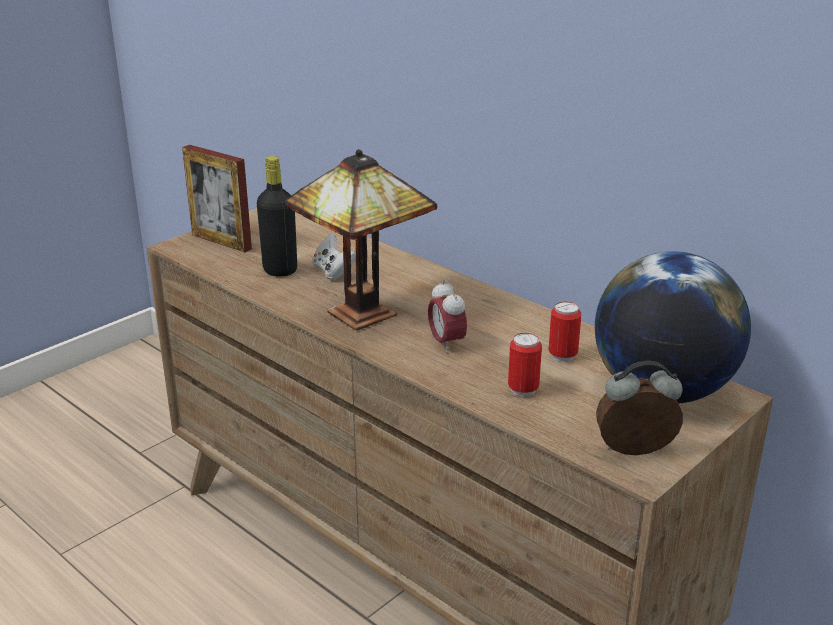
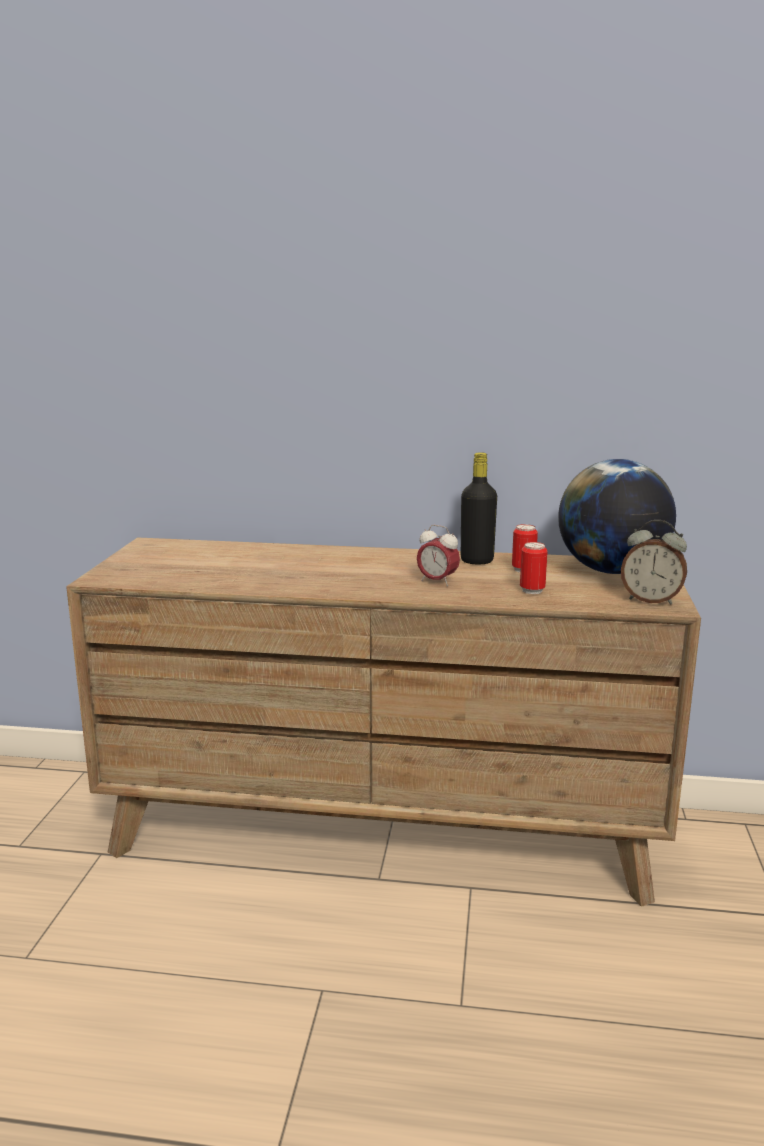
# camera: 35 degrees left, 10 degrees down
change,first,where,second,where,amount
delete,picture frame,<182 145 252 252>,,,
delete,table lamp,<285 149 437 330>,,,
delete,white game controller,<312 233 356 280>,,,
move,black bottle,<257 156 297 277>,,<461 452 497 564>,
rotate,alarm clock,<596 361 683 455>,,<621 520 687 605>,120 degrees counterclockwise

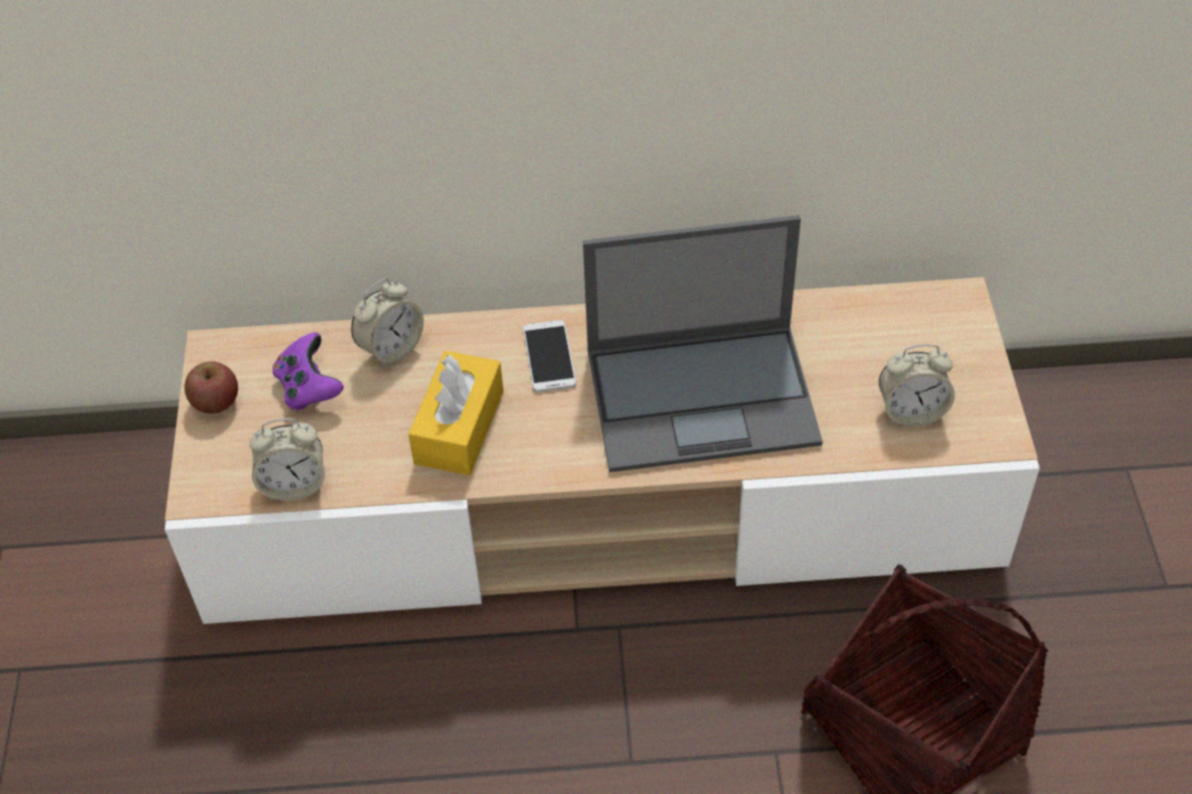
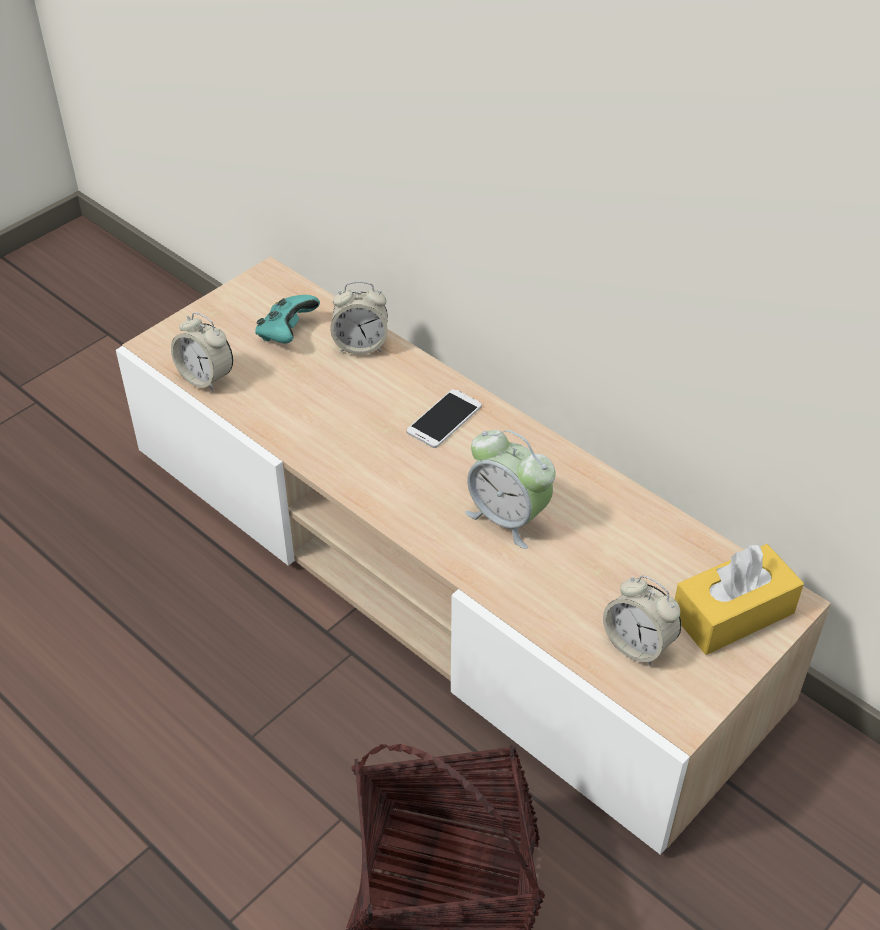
# camera: 45 degrees right, 5 degrees down
change,first,where,second,where,amount
delete,apple,<185 362 238 414>,,,
move,yellow tissue box,<408 351 504 476>,,<675 543 804 655>,
replace,laptop,<583 215 823 472>,alarm clock,<465 430 556 549>,
recolor,purple game controller,<273 333 344 411>,turquoise game controller,<255 295 320 343>,

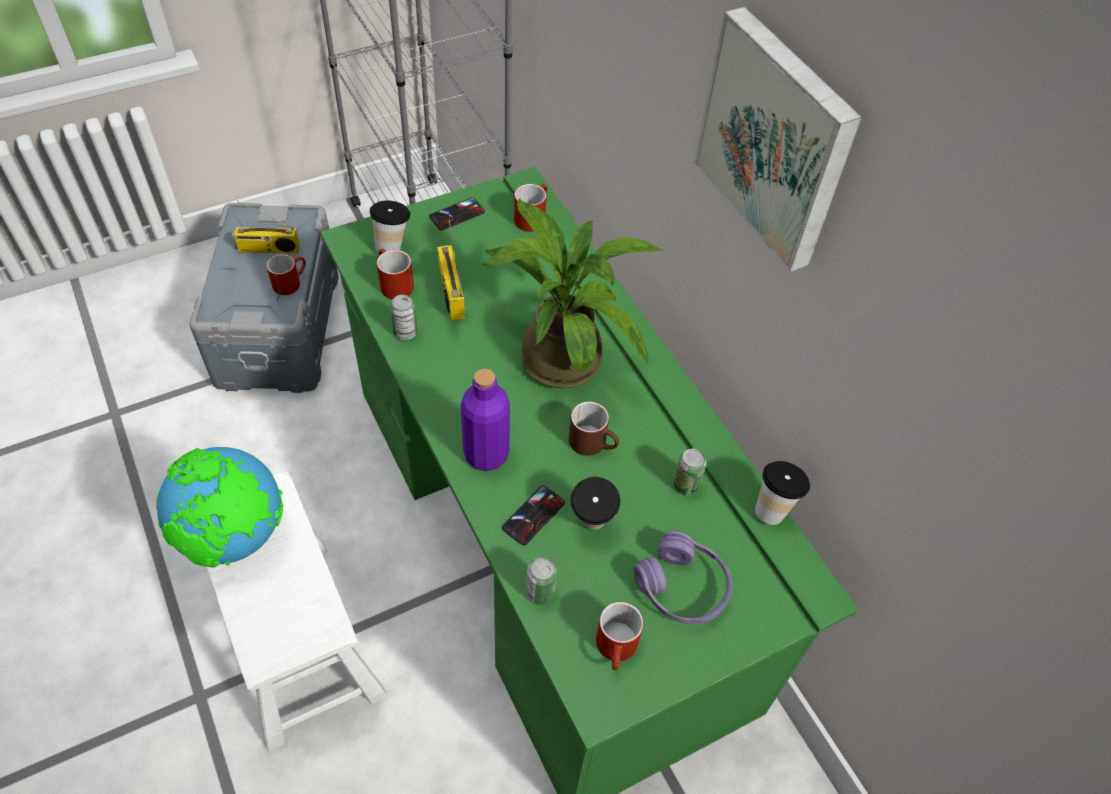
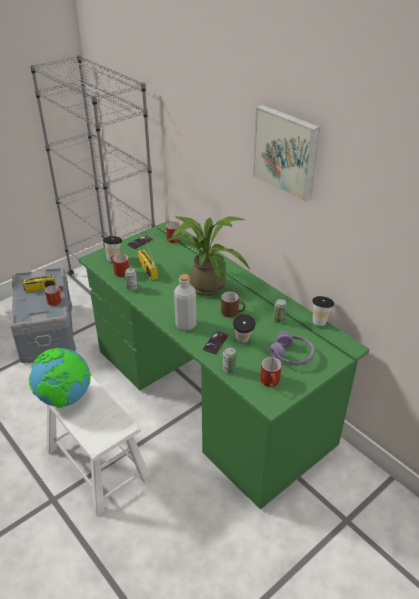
# camera: 10 degrees left, 15 degrees down
change,first,where,second,where,amount
recolor,purple bottle,<461 368 510 471>,grey bottle,<174 274 196 331>,

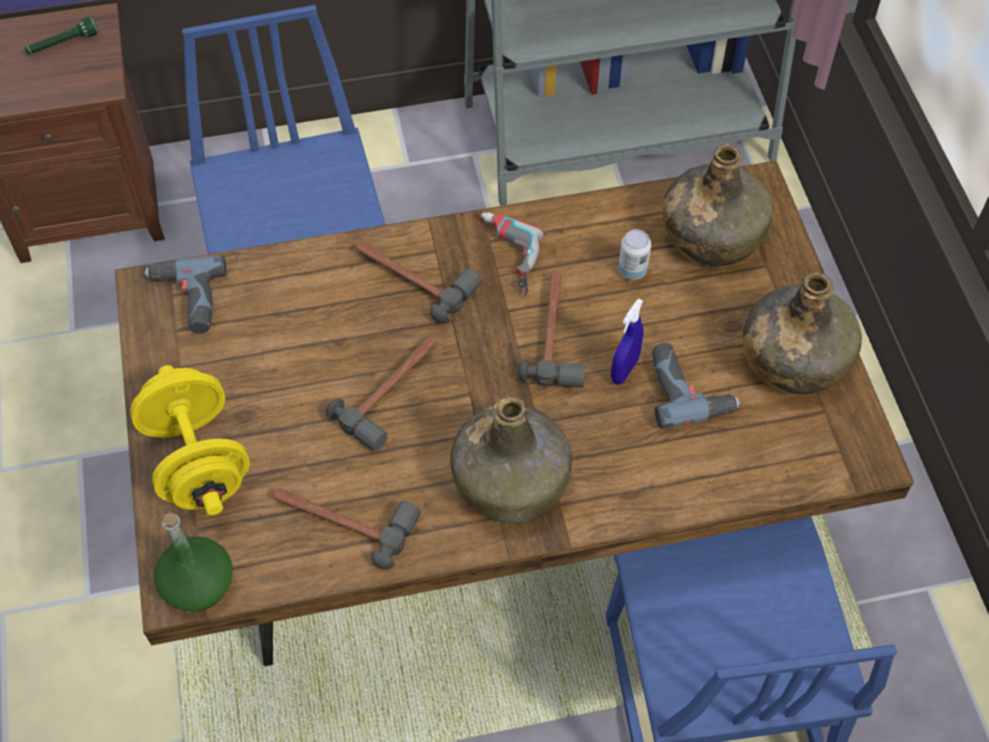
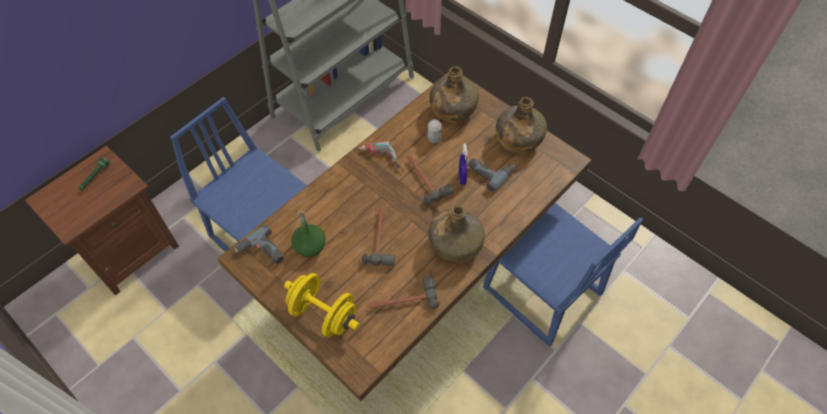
# camera: 35 degrees left, 0 degrees up
change,first,where,second,where,amount
delete,hammer,<356 241 481 323>,,,
move,green bottle,<154 513 233 611>,,<291 209 326 257>,

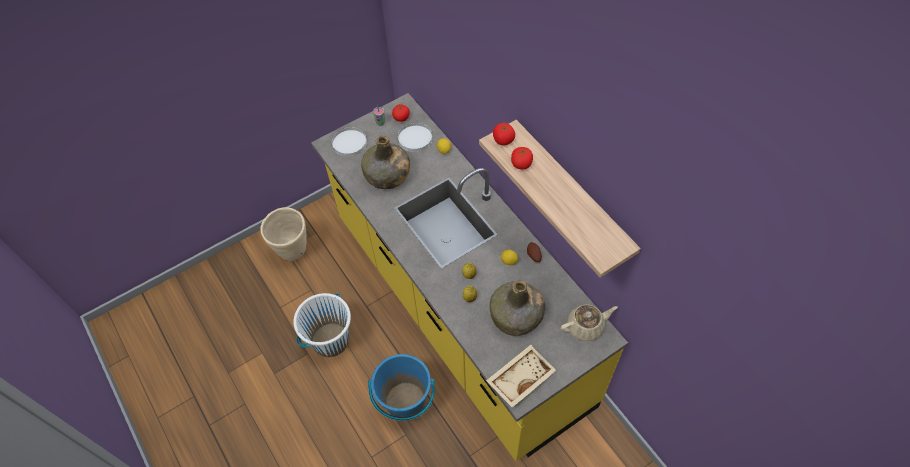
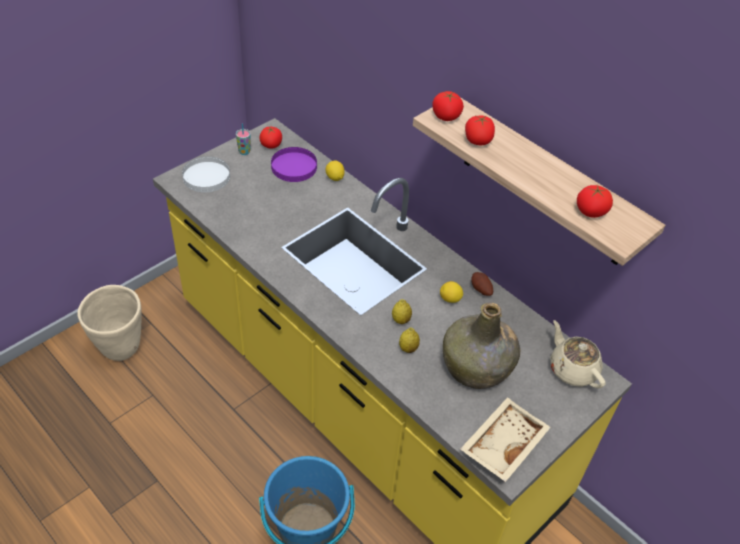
# camera: 15 degrees left, 10 degrees down
change,first,where,second,where,amount
delete,white bucket,<294 293 351 357>,,,
delete,green bottle,<361 136 410 189>,,,
insert,,,tomato,<577 185 613 218>,
recolor,white plate,<398 122 433 152>,purple plate,<271 147 317 182>,
rotate,beige teapot,<561 304 618 341>,,<550 320 605 389>,90 degrees counterclockwise

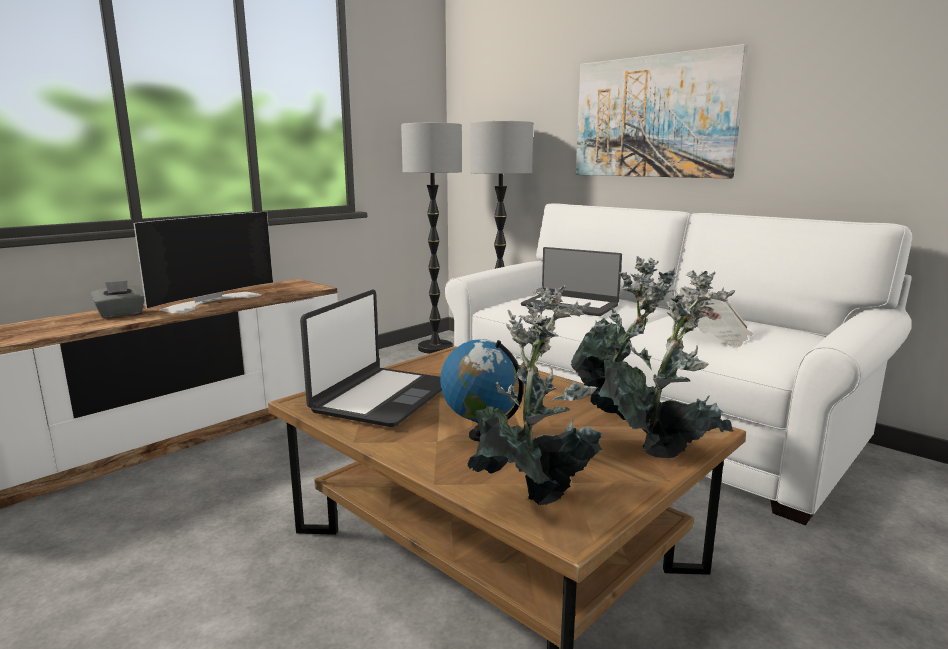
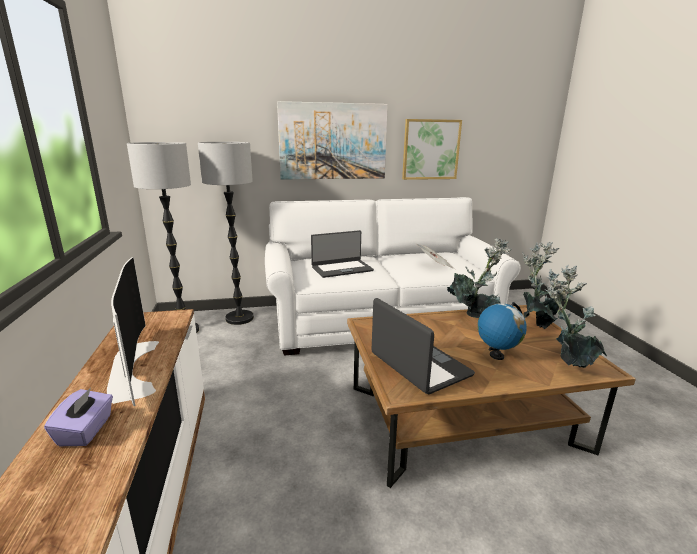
# camera: 55 degrees left, 5 degrees up
change,first,where,second,where,amount
insert,,,picture,<402 119 462 180>,
recolor,grey tissue box,<91 281 145 318>,purple tissue box,<44 387 113 446>,

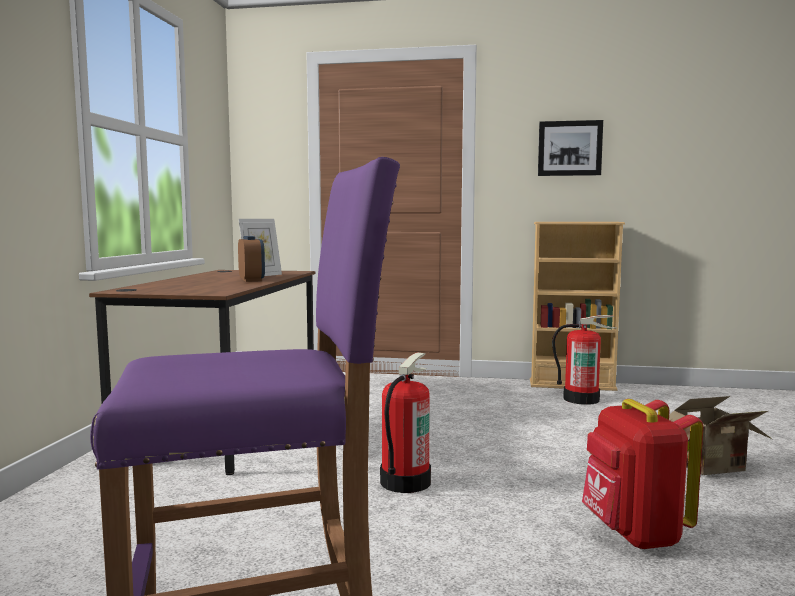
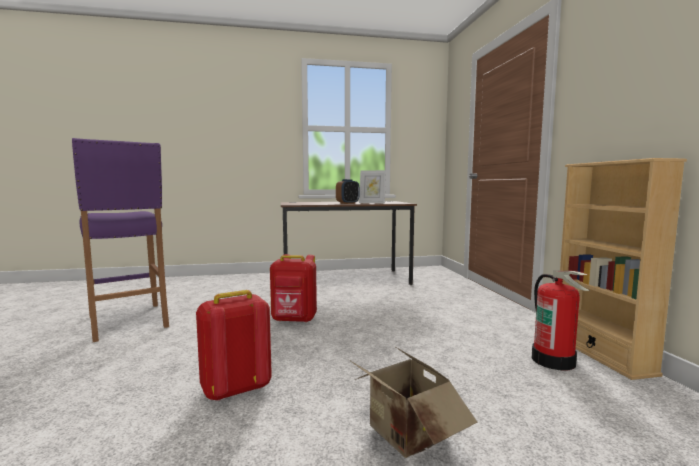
# camera: 70 degrees right, 0 degrees up
change,first,where,second,where,amount
delete,picture,<538 120 603 176>,,,
replace,fire extinguisher,<380 353 431 493>,red backpack,<270 254 317 323>,

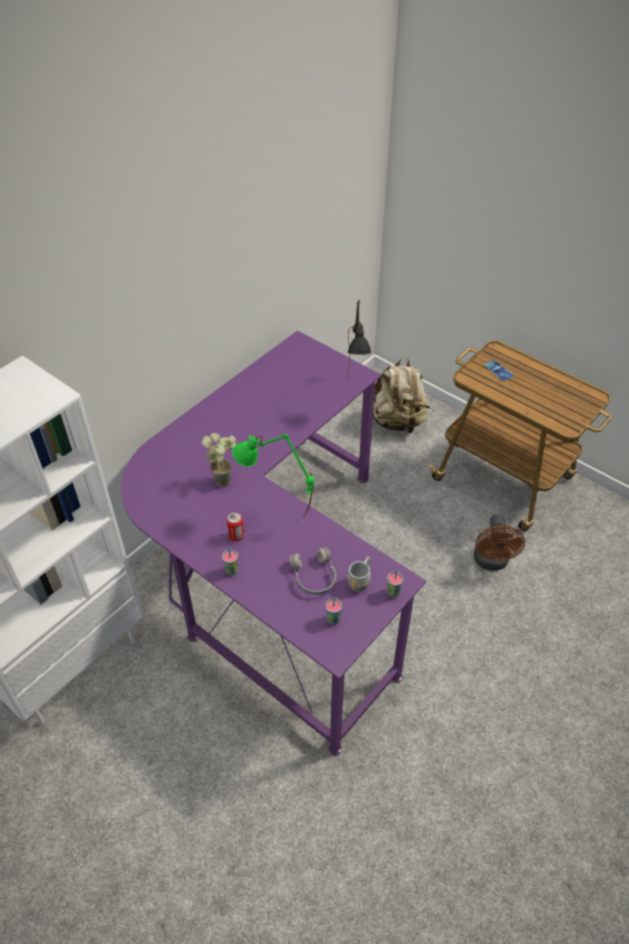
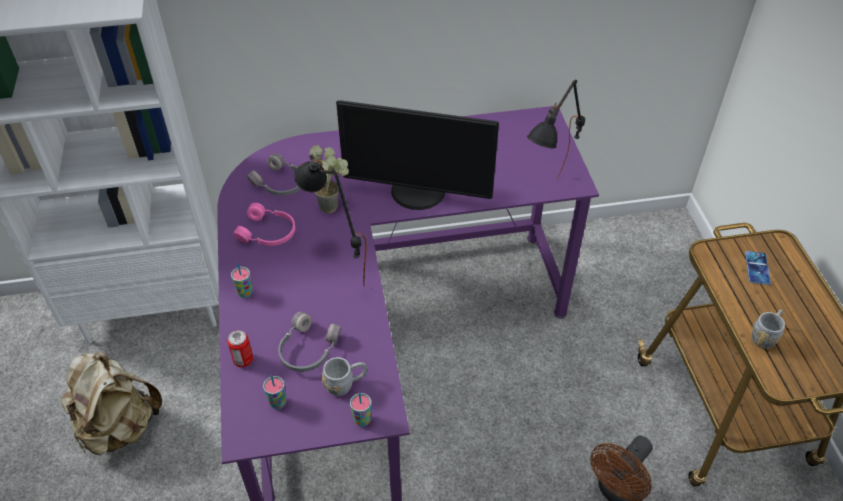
# camera: 40 degrees right, 0 degrees up
change,first,where,second,where,amount
insert,,,pink headphones,<233 203 295 246>,
insert,,,grey headphones,<246 153 301 196>,
insert,,,monitor,<336 100 499 210>,
insert,,,grey mug,<752 309 785 349>,
move,can,<227 512 244 541>,,<227 330 253 367>,
move,beige backpack,<373 357 430 434>,,<61 352 162 455>,
recolor,green table lamp,<232 434 314 516>,black table lamp,<294 155 367 286>,

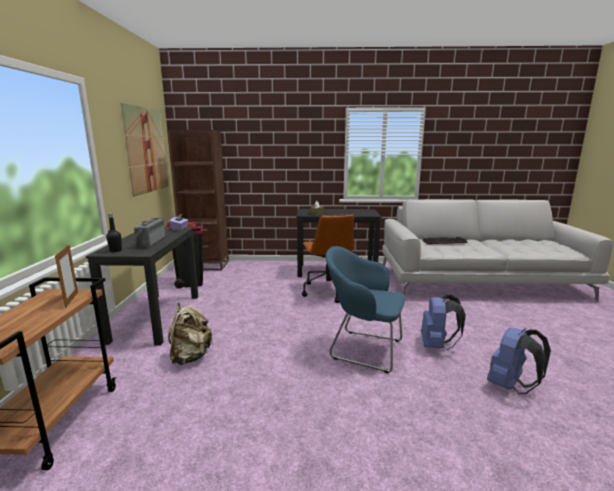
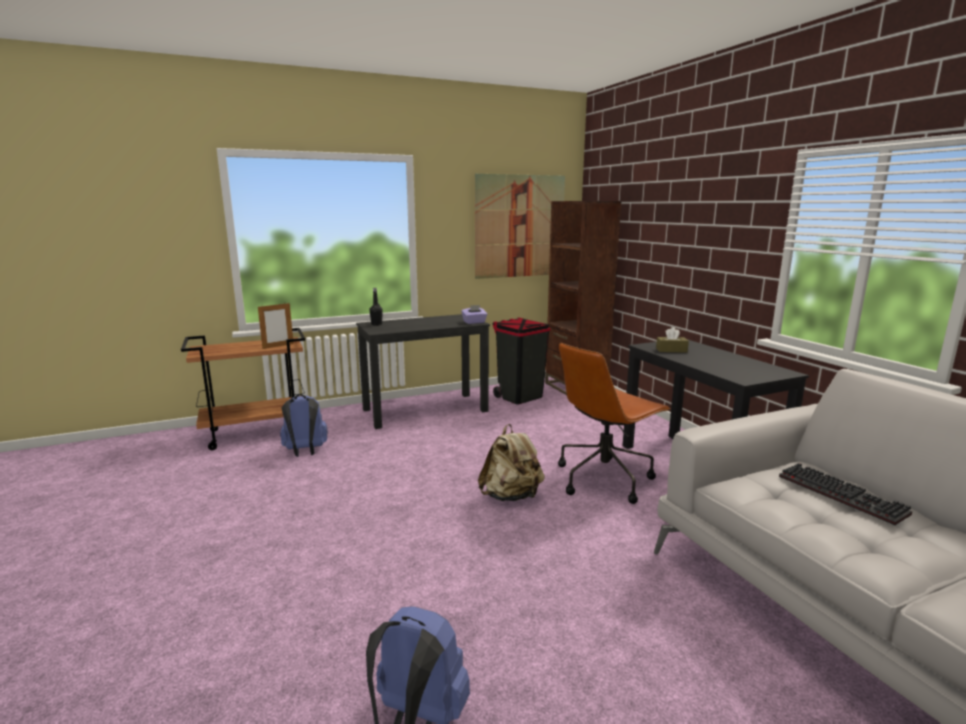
# camera: 65 degrees right, 0 degrees up
change,first,where,second,where,amount
delete,radio,<131 217 165 248>,,,
delete,blue armchair,<326 246 405 374>,,,
move,beige backpack,<168 303 213 365>,,<478 424 544 501>,
move,blue backpack,<421 295 466 350>,,<280 394 328 457>,

